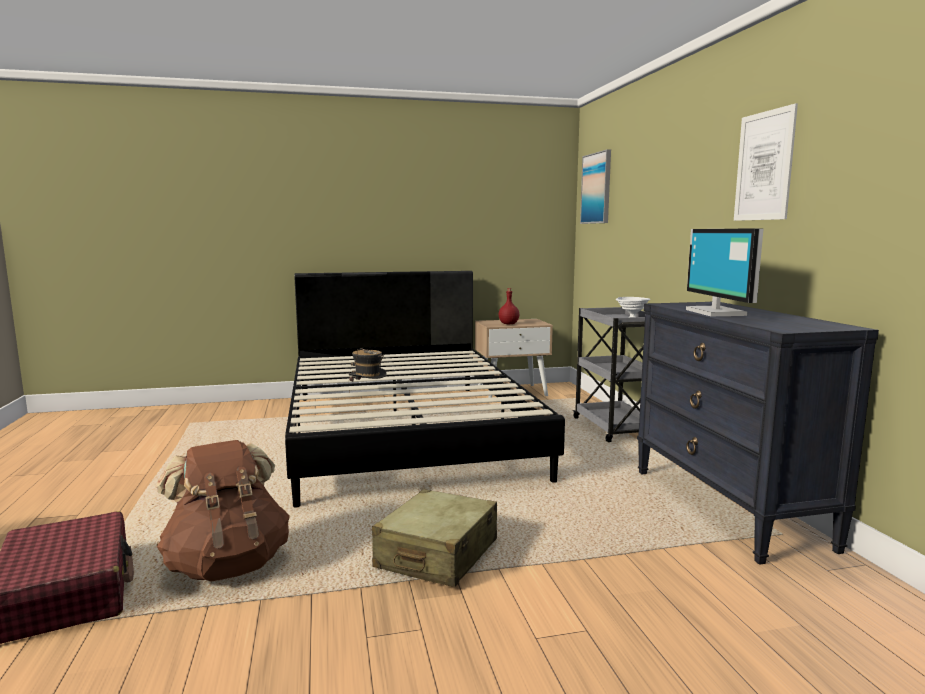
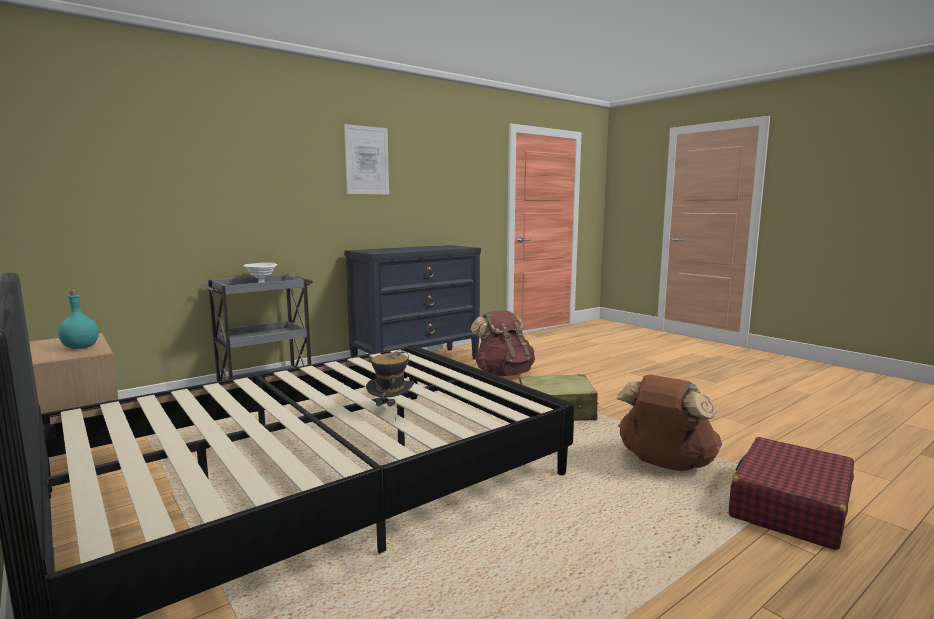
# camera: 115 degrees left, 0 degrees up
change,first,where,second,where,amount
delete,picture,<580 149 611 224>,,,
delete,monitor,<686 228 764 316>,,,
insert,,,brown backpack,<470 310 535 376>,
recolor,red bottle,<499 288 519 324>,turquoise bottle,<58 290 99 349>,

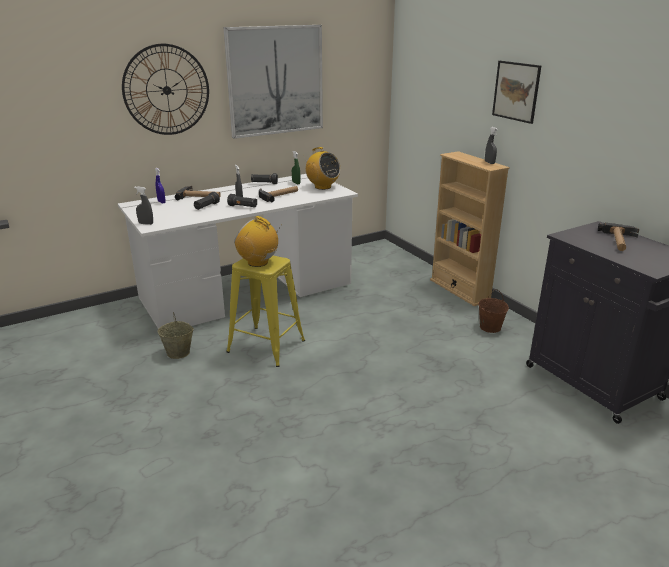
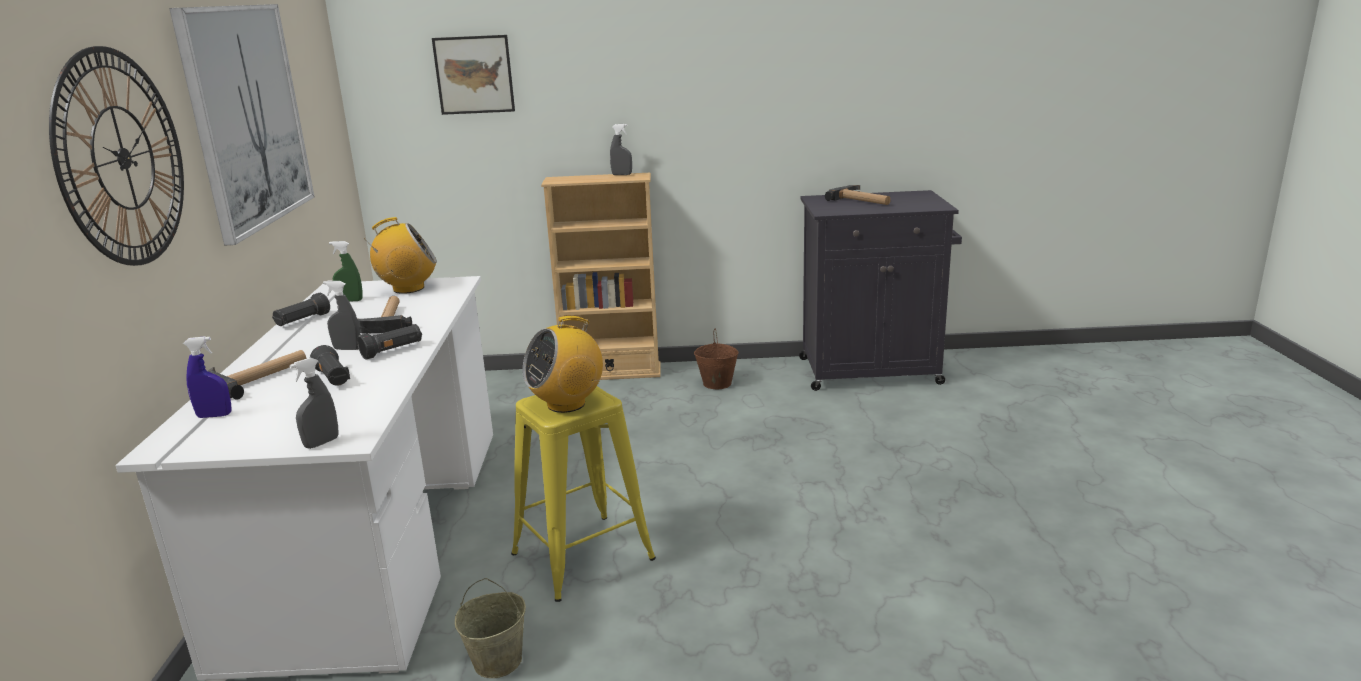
# camera: 60 degrees left, 5 degrees down
change,first,where,second,where,amount
move,picture,<492 61 541 124>,,<432 35 515 115>,

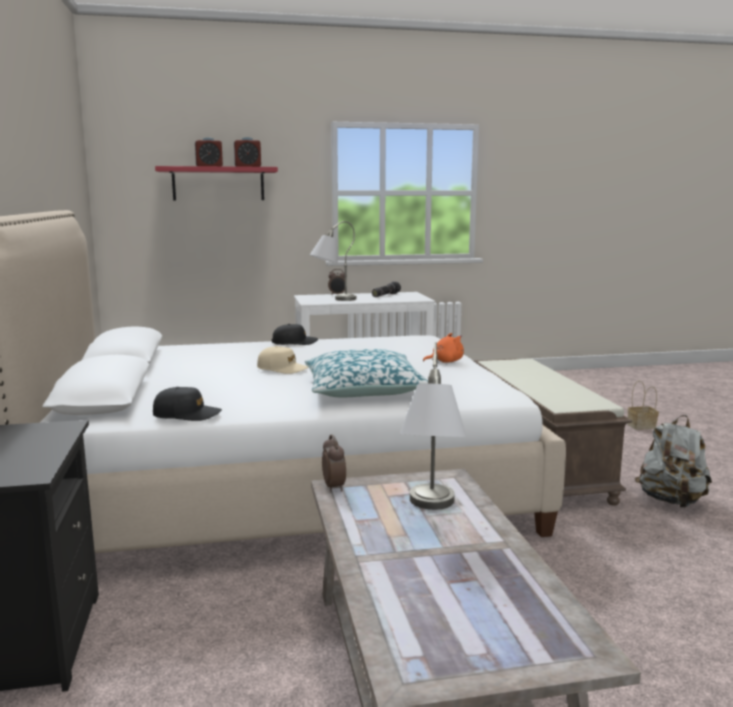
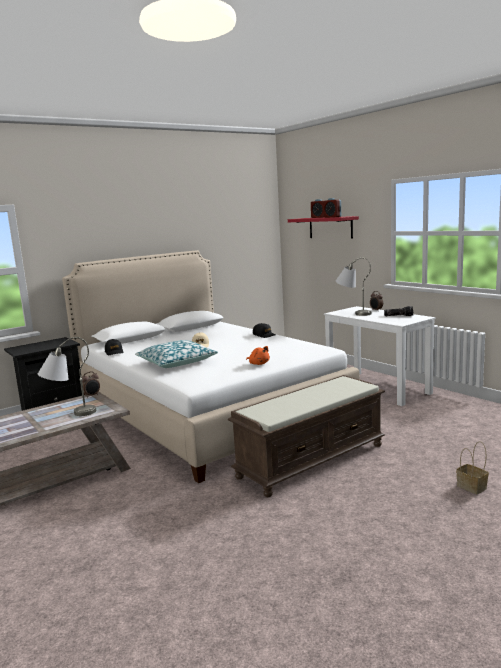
# camera: 65 degrees right, 0 degrees up
change,first,where,second,where,amount
delete,grey backpack,<635 415 712 508>,,,

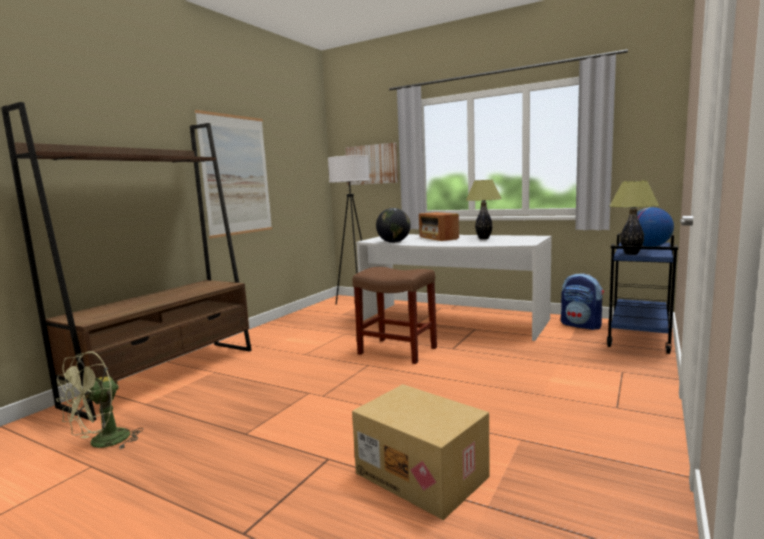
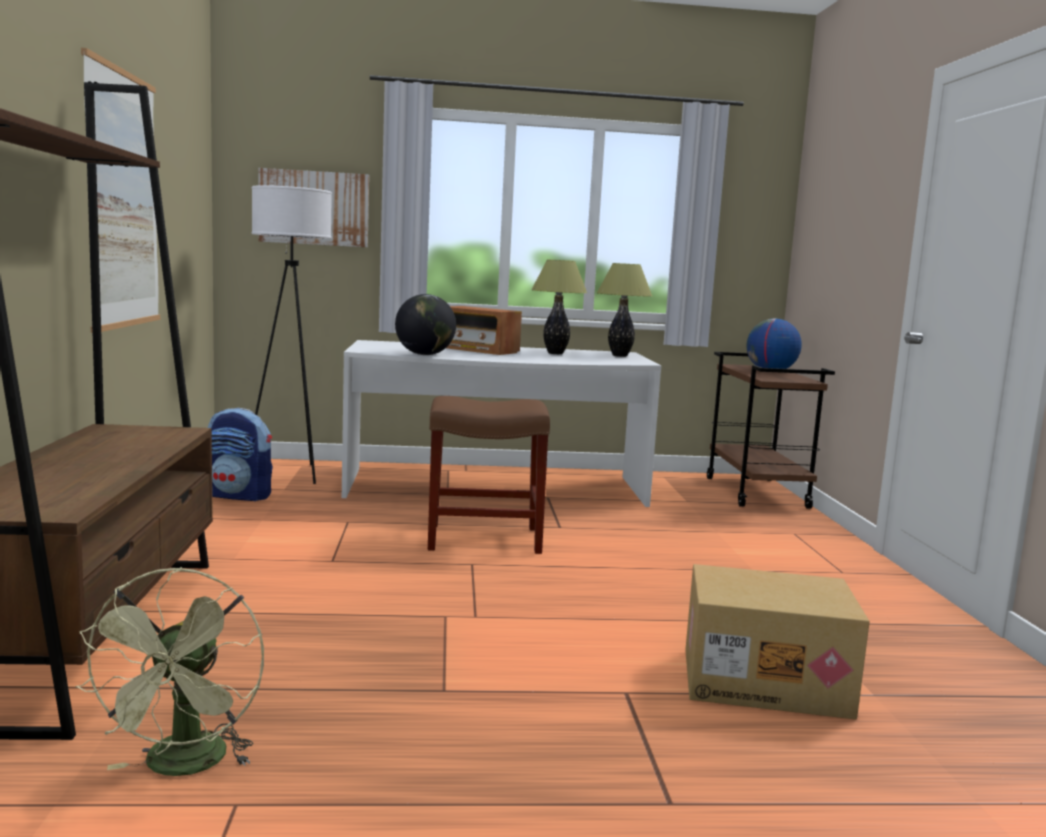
# camera: 35 degrees left, 0 degrees up
change,first,where,second,where,amount
move,backpack,<561 273 604 330>,,<208 408 273 501>,
move,table lamp,<610 181 659 255>,,<597 263 652 357>,
recolor,blue cart,<607 233 678 354>,brown cart,<707 352 835 509>,

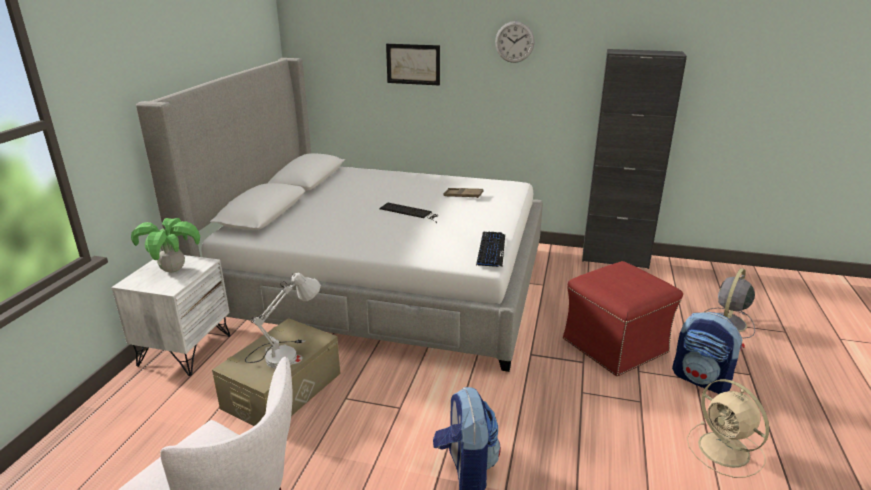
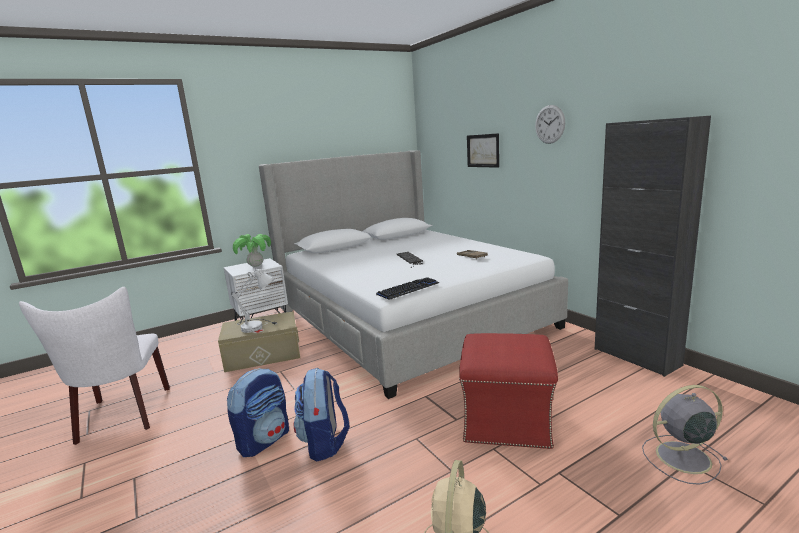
# camera: 45 degrees right, 10 degrees down
change,first,where,second,where,amount
move,backpack,<672 312 745 394>,,<294 368 350 461>,

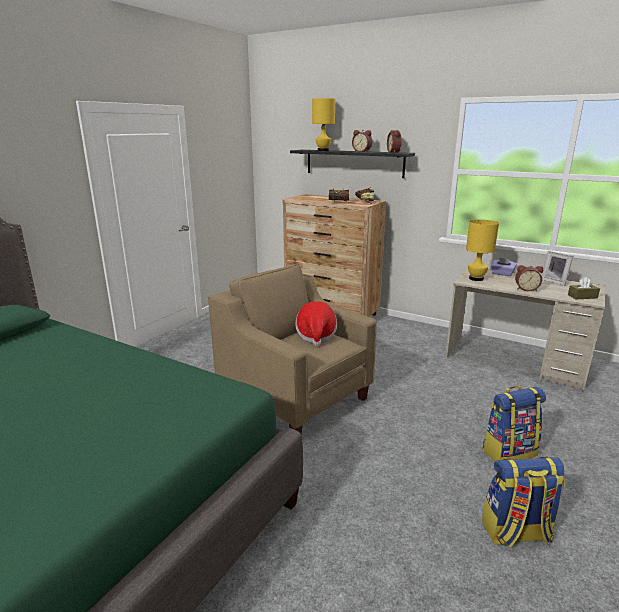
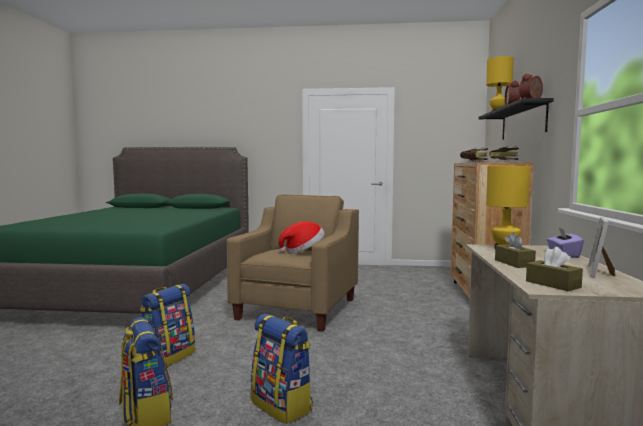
# camera: 65 degrees right, 15 degrees down
change,first,where,second,where,amount
insert,,,backpack,<140 284 195 366>,
replace,alarm clock,<515 265 543 291>,brown tissue box,<495 232 536 268>,

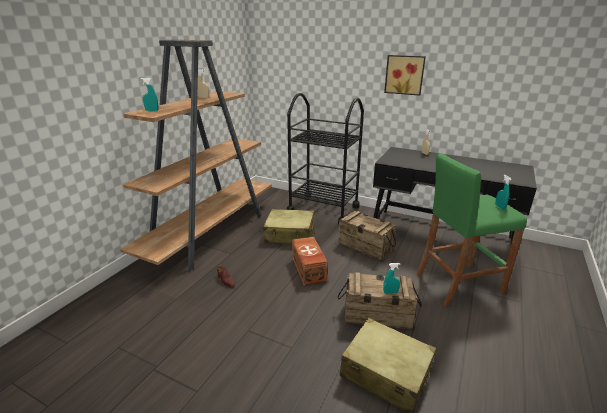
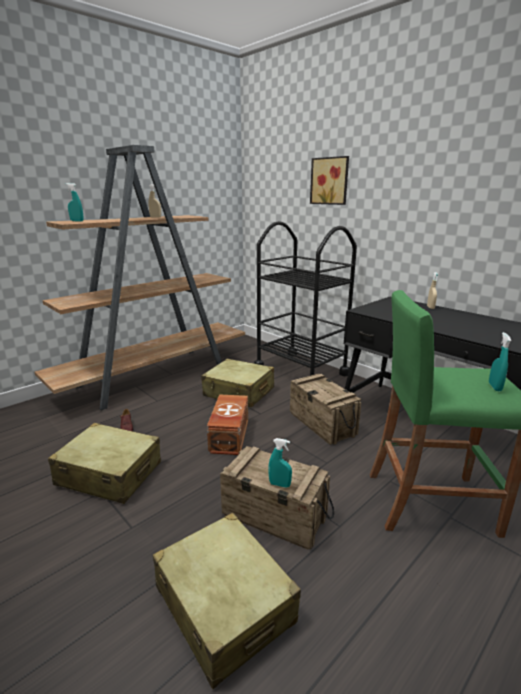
# camera: 20 degrees right, 5 degrees down
change,first,where,second,where,amount
insert,,,beige suitcase,<48 423 161 504>,
move,picture,<384 55 426 96>,,<310 156 349 205>,

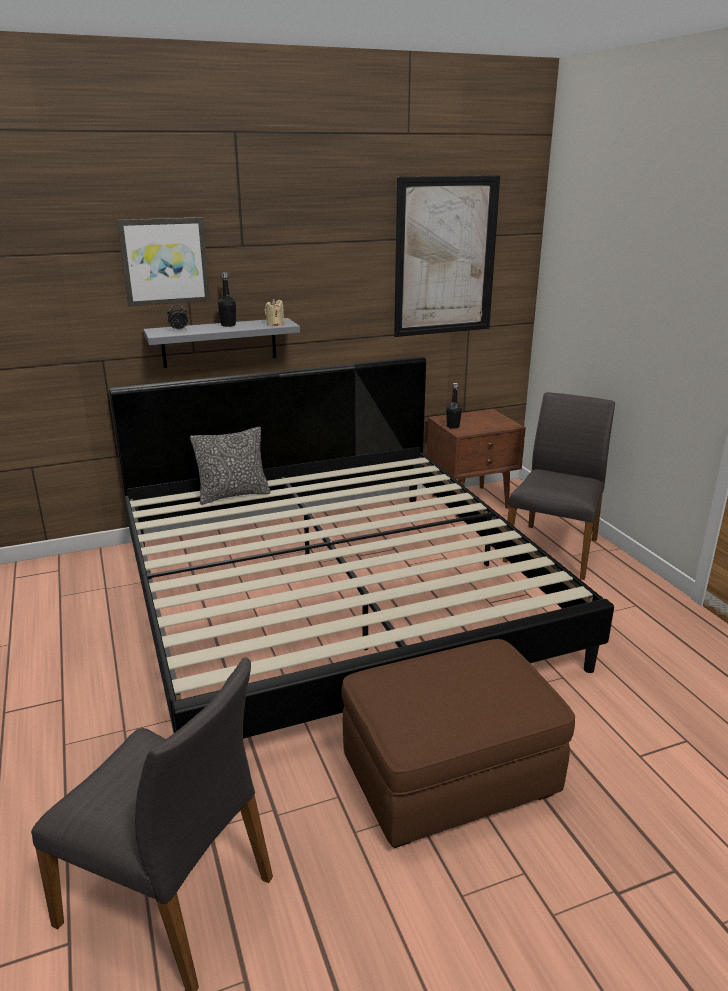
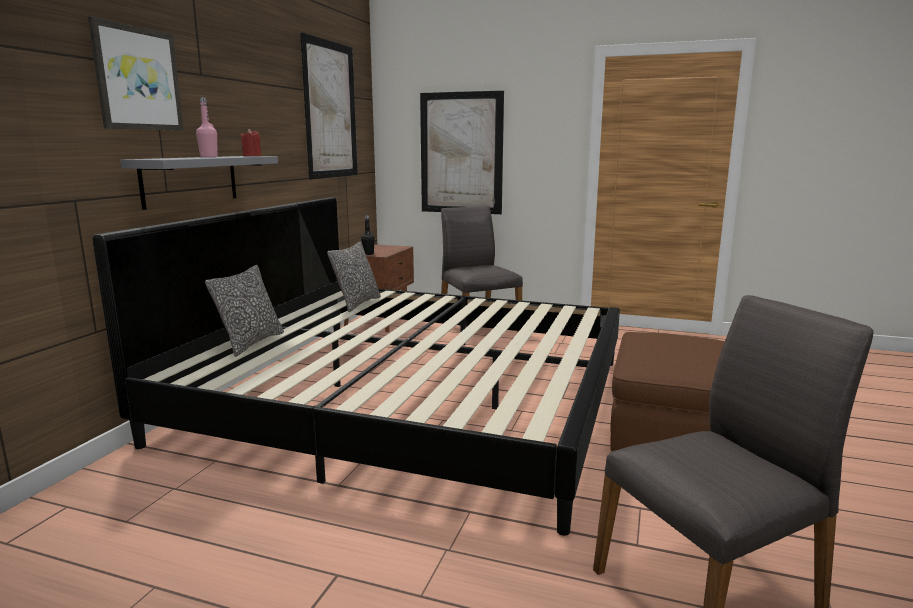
# camera: 50 degrees left, 10 degrees down
change,first,where,second,where,amount
delete,alarm clock,<167 304 188 330>,,,
insert,,,pillow,<327 241 381 312>,
insert,,,picture,<420 90 504 214>,
recolor,black bottle,<218 272 236 327>,pink bottle,<196 97 218 157>,
recolor,beige candle,<265 299 284 326>,red candle,<241 129 261 156>,

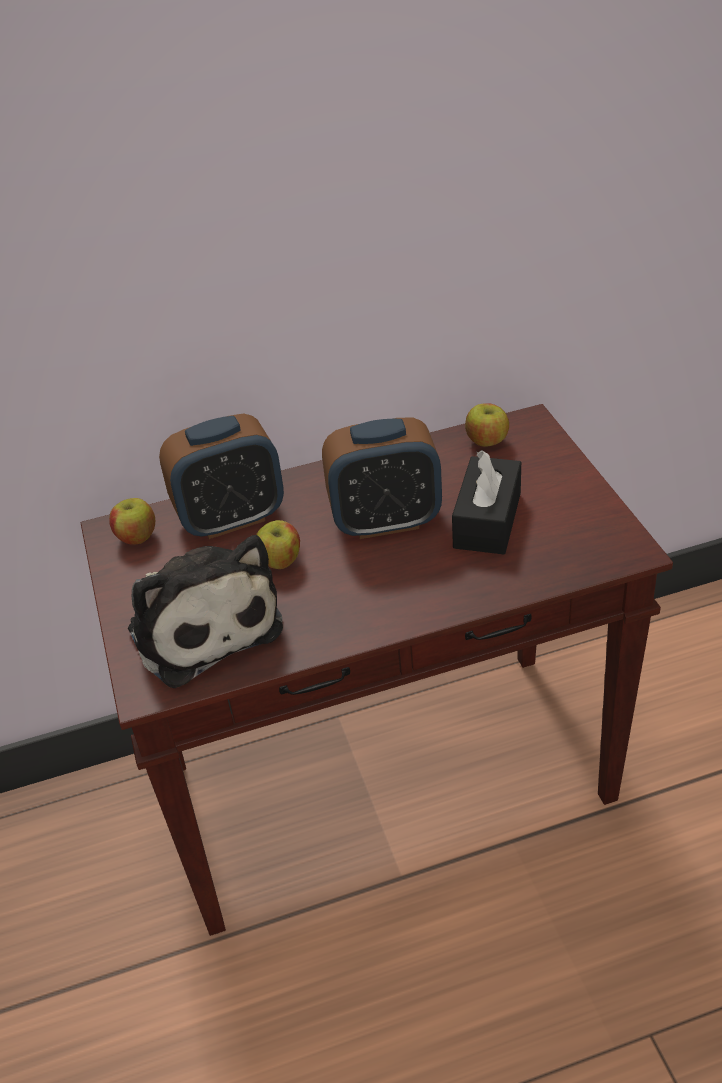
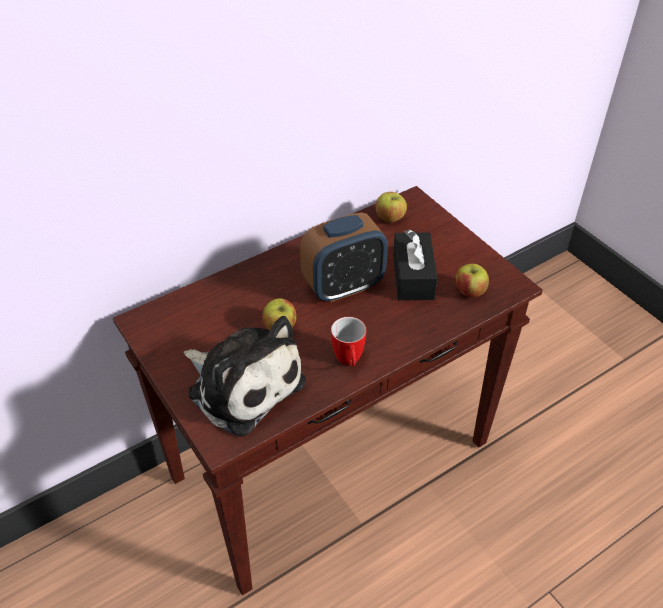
# camera: 20 degrees left, 5 degrees up
change,first,where,second,where,amount
delete,alarm clock,<159 413 284 539>,,,
insert,,,mug,<331 317 366 366>,
move,apple,<109 498 155 545>,,<456 264 489 298>,

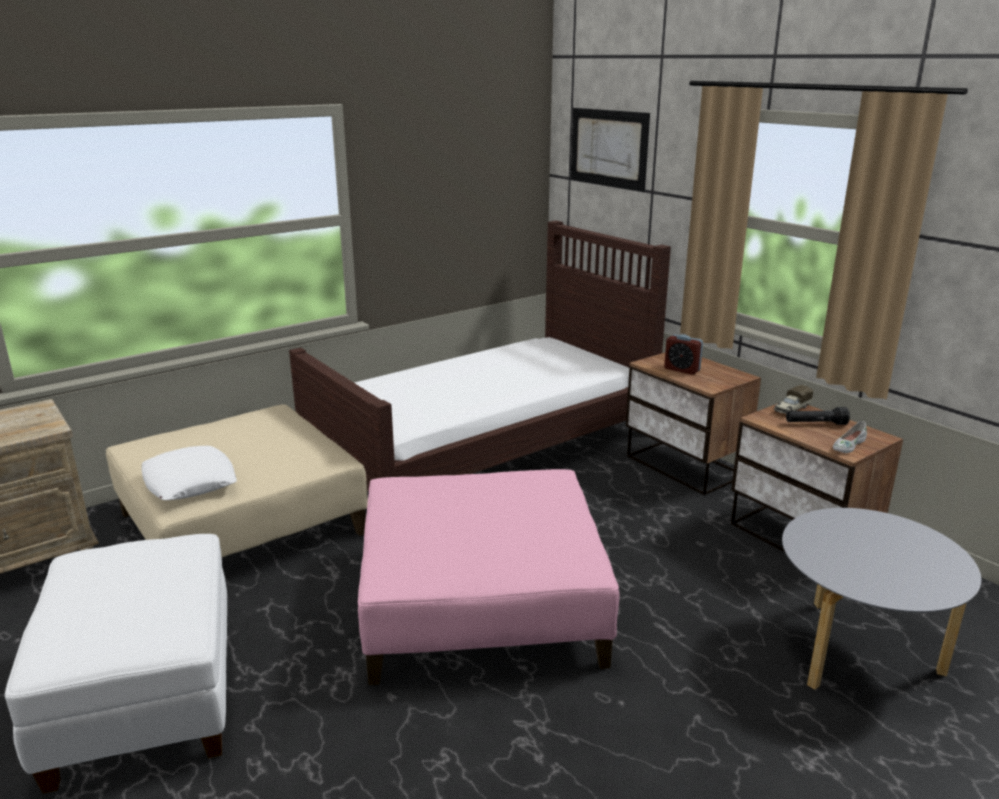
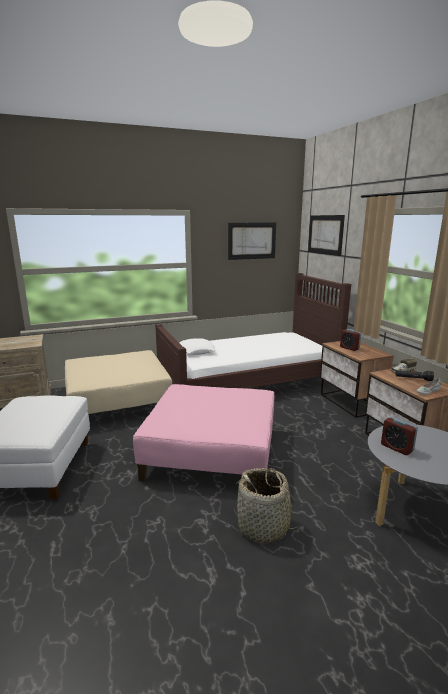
# camera: 15 degrees right, 5 degrees down
change,first,where,second,where,amount
insert,,,picture,<228 223 276 260>,
insert,,,basket,<233 468 302 544>,
insert,,,alarm clock,<381 417 418 455>,
move,white pillow,<142 446 237 500>,,<179 338 215 355>,

